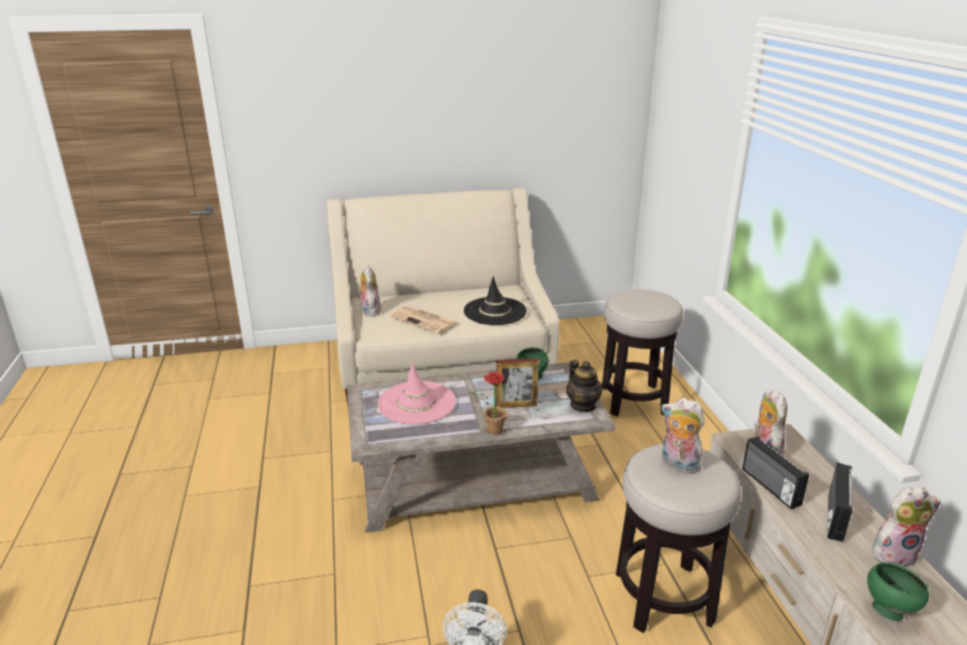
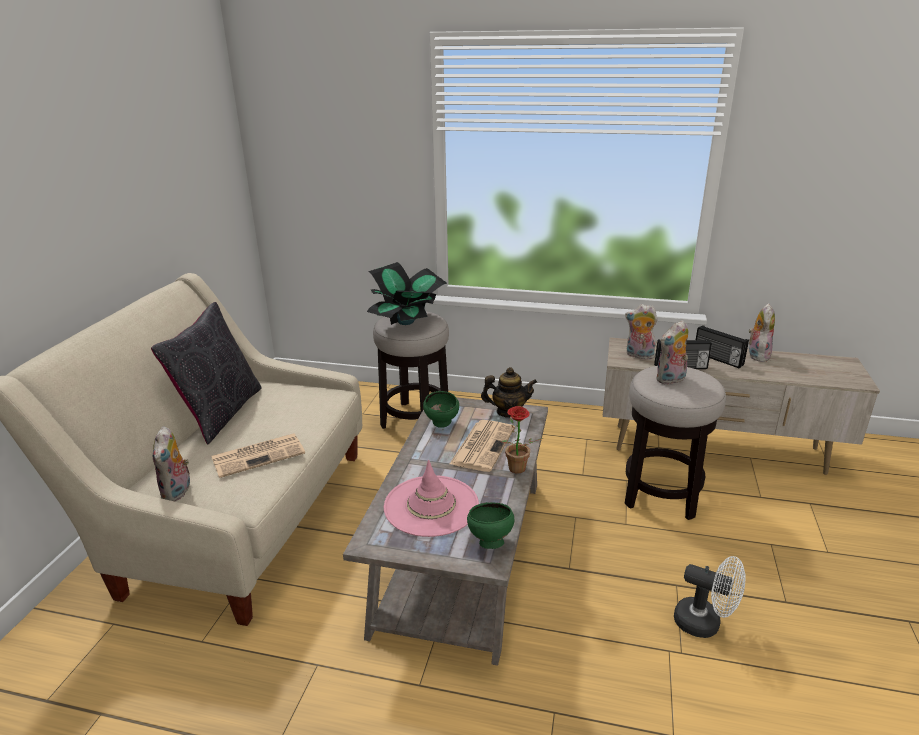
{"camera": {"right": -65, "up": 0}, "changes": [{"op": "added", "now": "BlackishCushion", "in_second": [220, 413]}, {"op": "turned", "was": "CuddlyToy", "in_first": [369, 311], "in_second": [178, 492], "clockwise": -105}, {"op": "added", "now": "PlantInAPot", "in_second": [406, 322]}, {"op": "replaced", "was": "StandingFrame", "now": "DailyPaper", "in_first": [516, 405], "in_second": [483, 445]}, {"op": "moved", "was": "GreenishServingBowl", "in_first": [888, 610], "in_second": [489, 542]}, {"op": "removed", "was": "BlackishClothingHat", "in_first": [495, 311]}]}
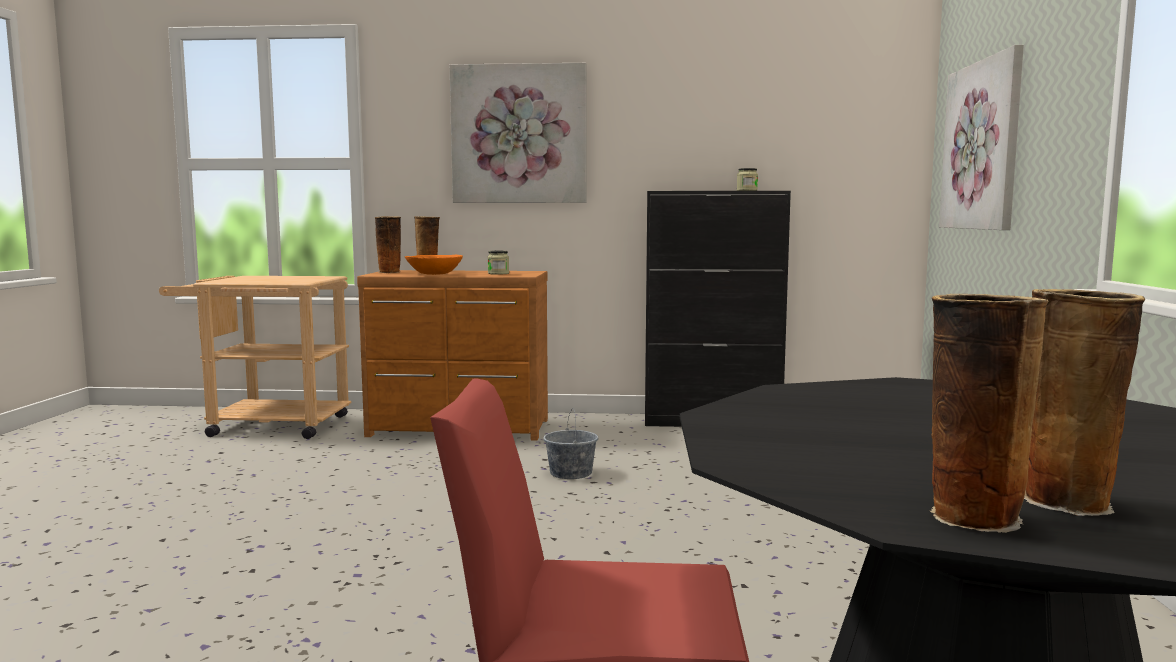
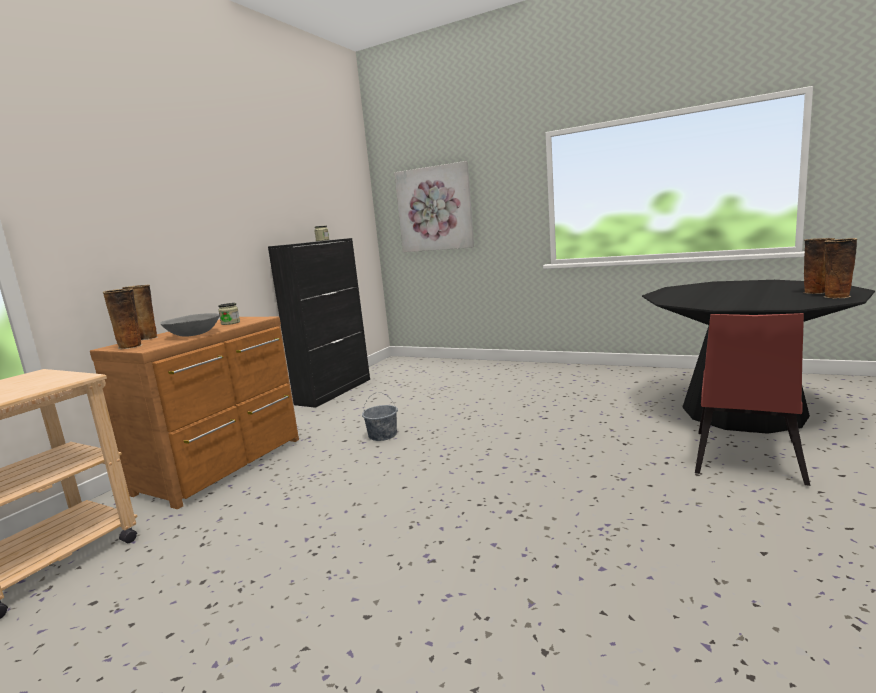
{"camera": {"right": -65, "up": 5}, "changes": [{"op": "recoloured", "was": "OrangeyServingBowl", "now": "GreyishServingBowl", "in_first": [434, 274], "in_second": [193, 335]}, {"op": "removed", "was": "Picture", "in_first": [519, 134]}]}
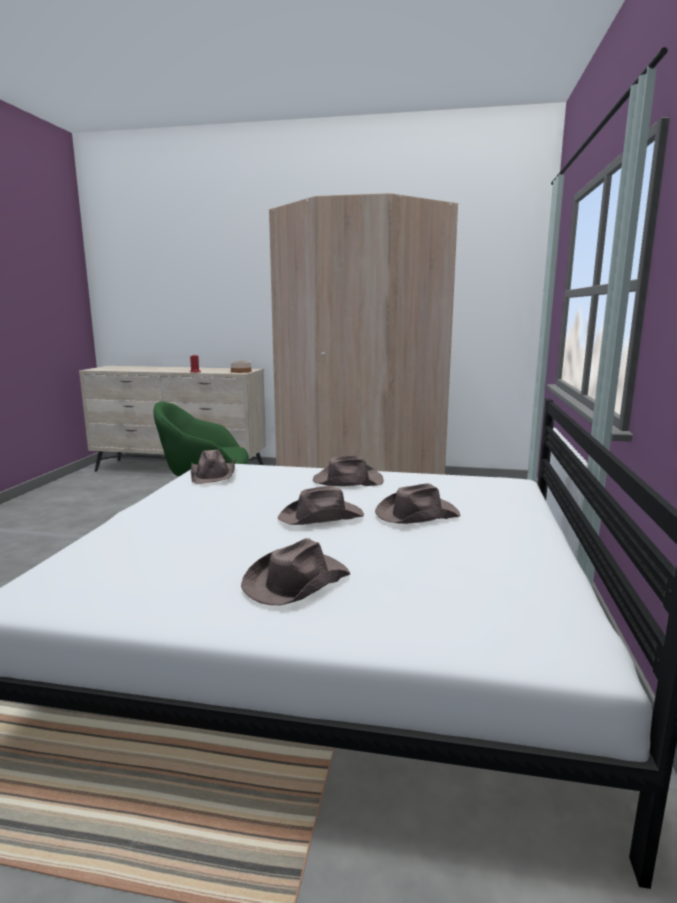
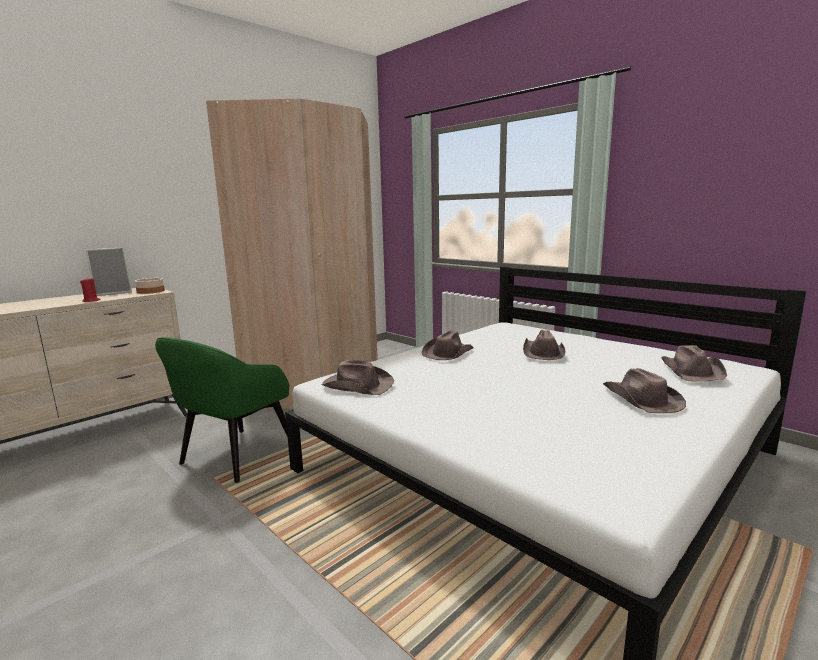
{"camera": {"right": -55, "up": 0}, "changes": [{"op": "added", "now": "StandingFrame", "in_second": [113, 293]}, {"op": "moved", "was": "BrownishClothingHat", "in_first": [322, 517], "in_second": [692, 371]}]}
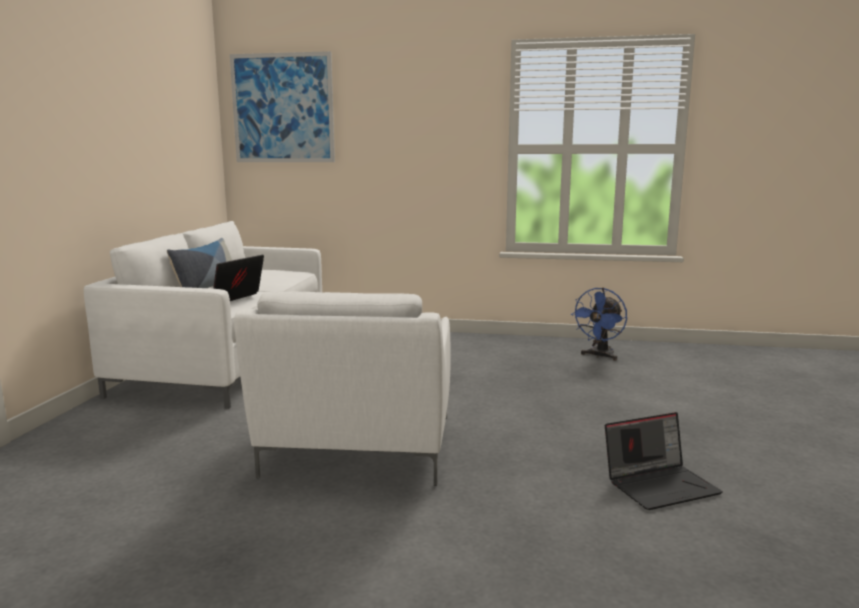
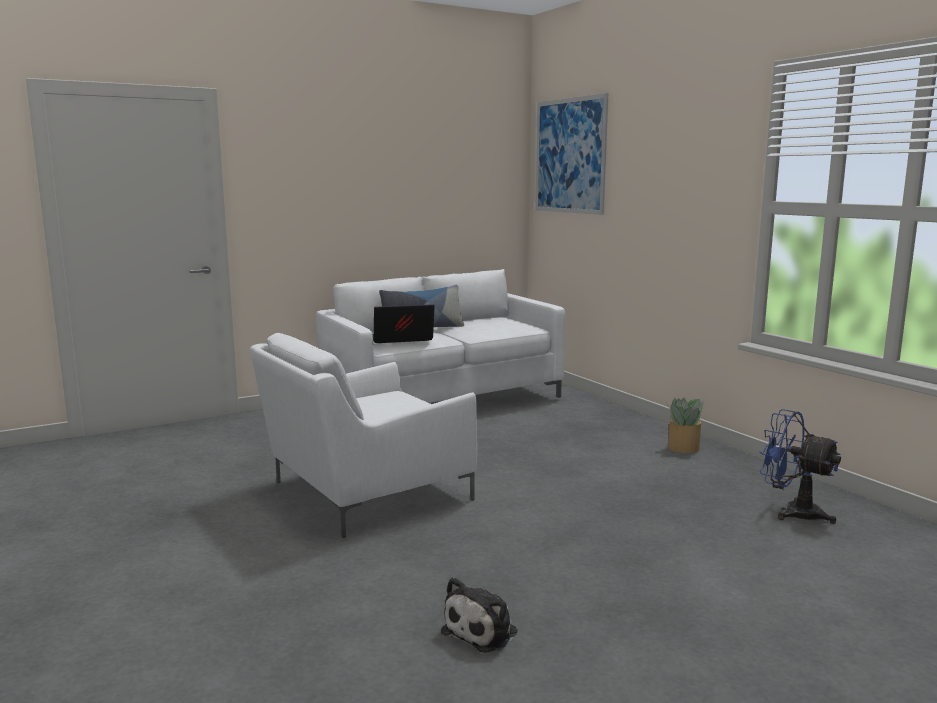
{"camera": {"right": 50, "up": 0}, "changes": [{"op": "replaced", "was": "PortableComputer", "now": "CuddlyToy", "in_first": [660, 484], "in_second": [483, 631]}, {"op": "added", "now": "PlantInAPot", "in_second": [682, 448]}, {"op": "turned", "was": "BlueColouredElectricFan", "in_first": [599, 356], "in_second": [792, 512], "clockwise": 45}]}
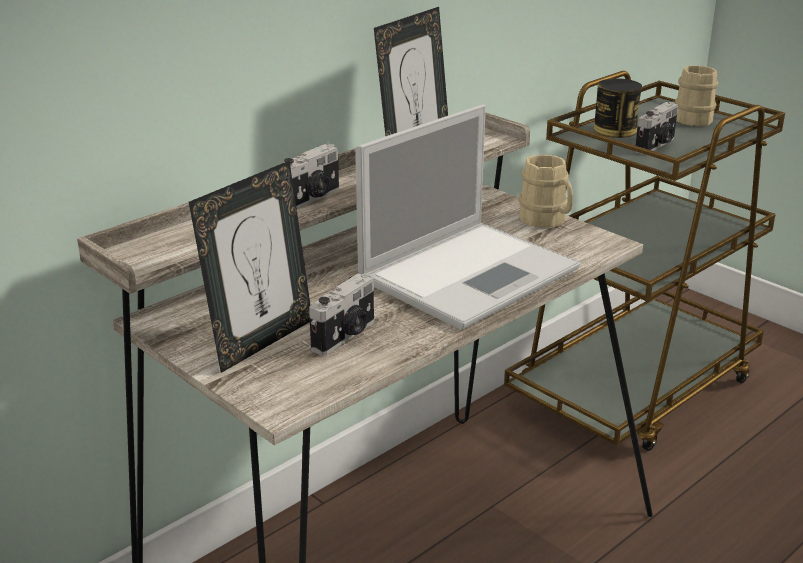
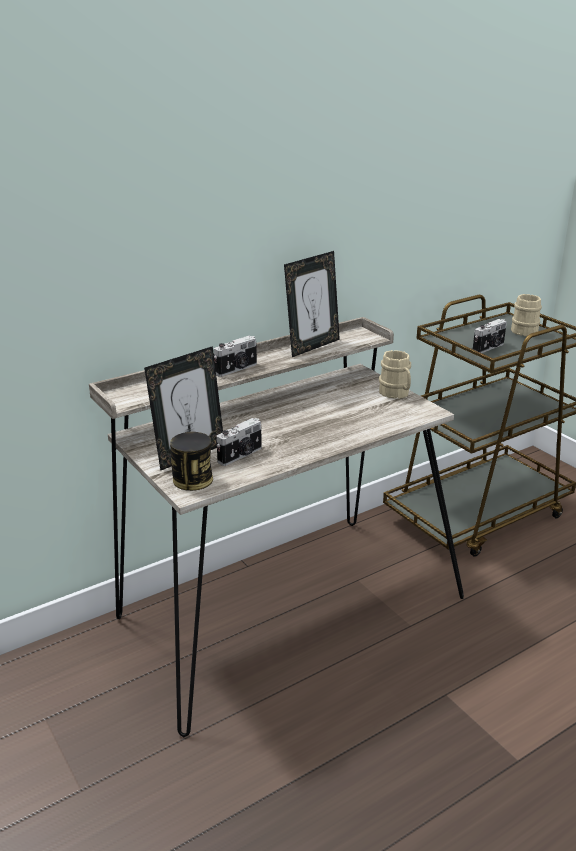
{"camera": {"right": 10, "up": 0}, "changes": [{"op": "moved", "was": "Can", "in_first": [615, 130], "in_second": [192, 480]}, {"op": "removed", "was": "PortableComputer", "in_first": [471, 272]}]}
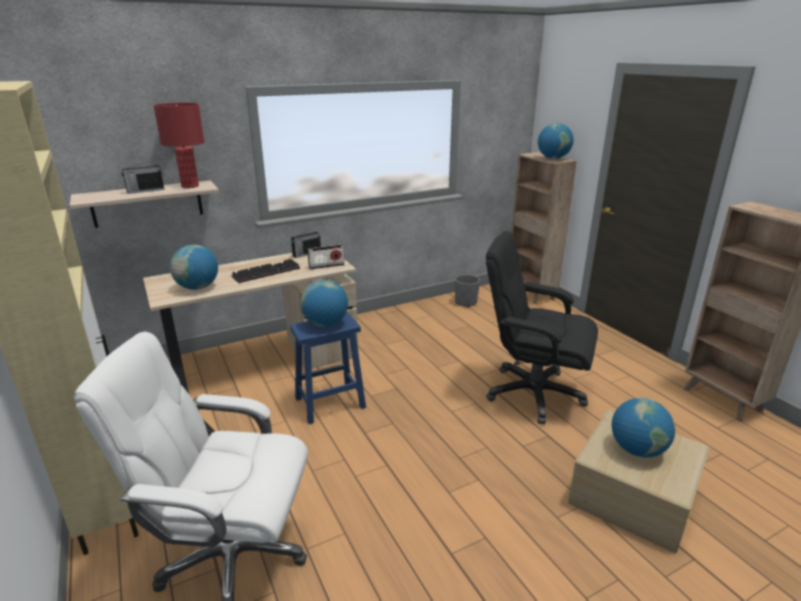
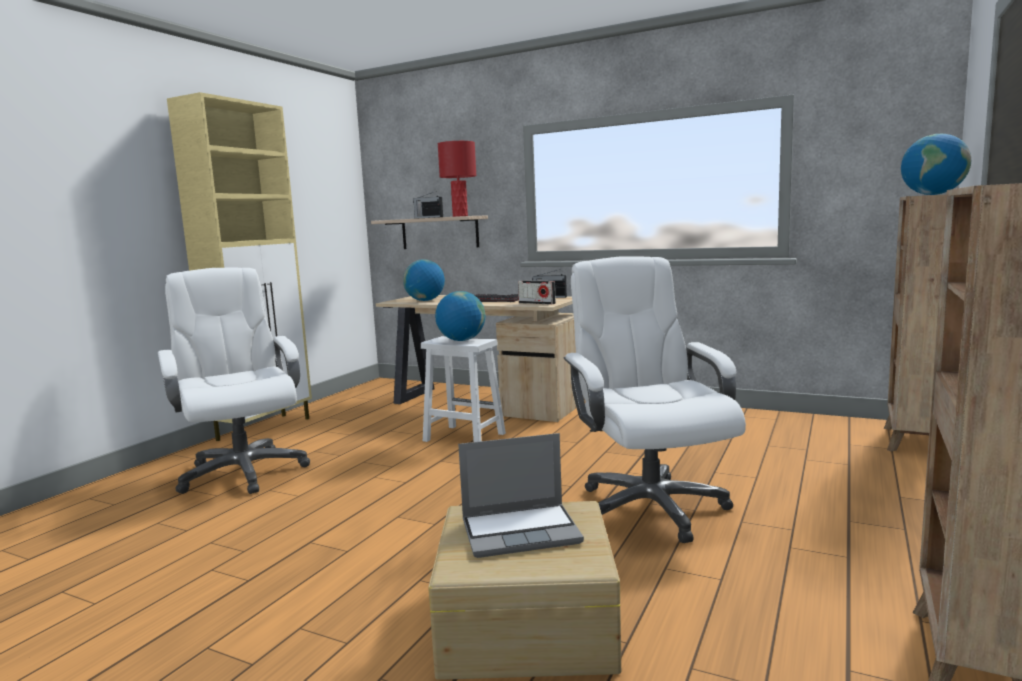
{"camera": {"right": 55, "up": -15}, "changes": [{"op": "recoloured", "was": "BlueColouredSittingStool", "now": "WhitishSittingStool", "in_first": [329, 403], "in_second": [463, 437]}, {"op": "replaced", "was": "WorldGlobe", "now": "PortableComputer", "in_first": [636, 449], "in_second": [521, 531]}, {"op": "recoloured", "was": "BlackishDeskChair", "now": "WhitishDeskChair", "in_first": [533, 393], "in_second": [650, 507]}, {"op": "removed", "was": "GreyishFlowerPot", "in_first": [465, 302]}]}
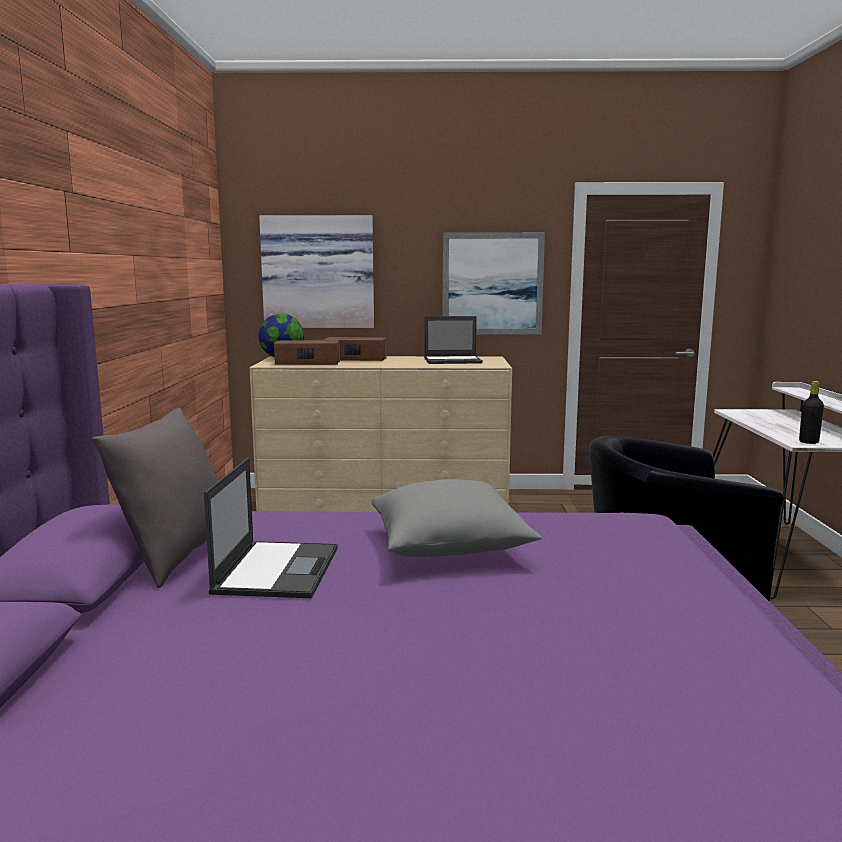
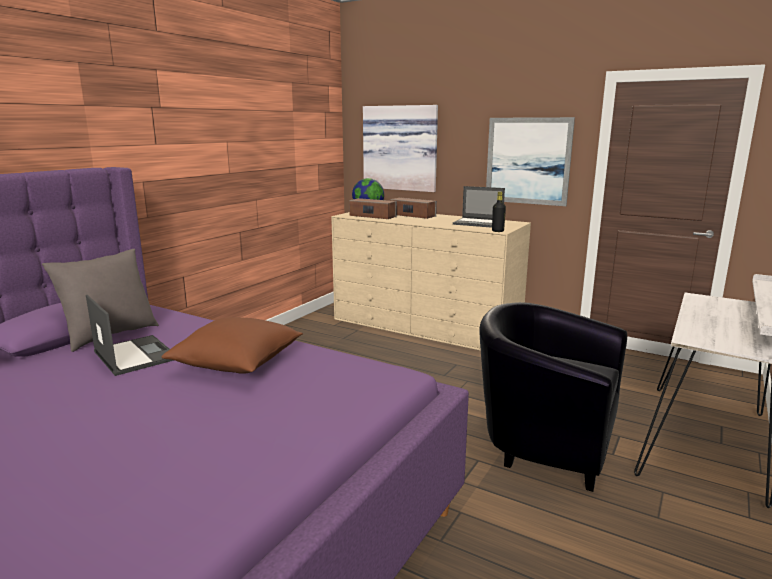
{"camera": {"right": 30, "up": 5}, "changes": [{"op": "turned", "was": "PortableComputer", "in_first": [277, 569], "in_second": [134, 355], "clockwise": -75}, {"op": "recoloured", "was": "GreyishCushion", "now": "BrownishCushion", "in_first": [449, 548], "in_second": [238, 364]}, {"op": "moved", "was": "BlackishBeverageBottle", "in_first": [808, 442], "in_second": [497, 231]}]}
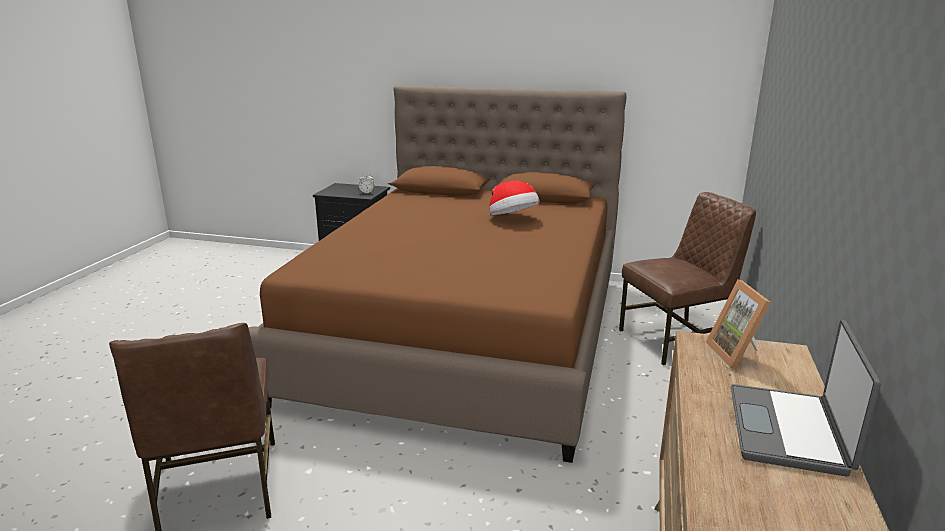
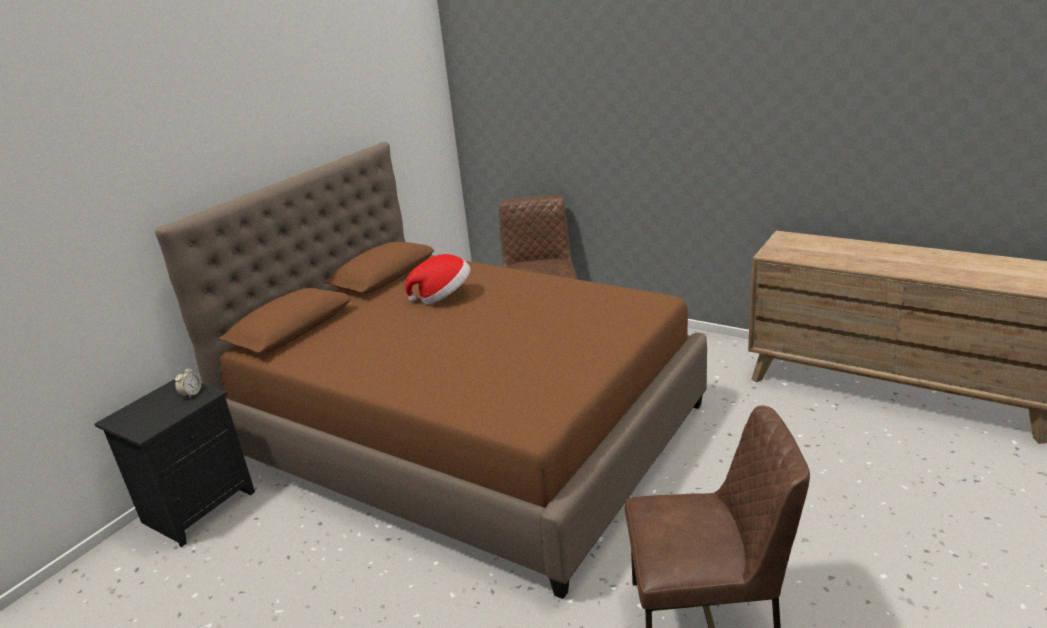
{"camera": {"right": -70, "up": 5}, "changes": [{"op": "removed", "was": "StandingFrame", "in_first": [738, 354]}, {"op": "removed", "was": "PortableComputer", "in_first": [790, 430]}]}
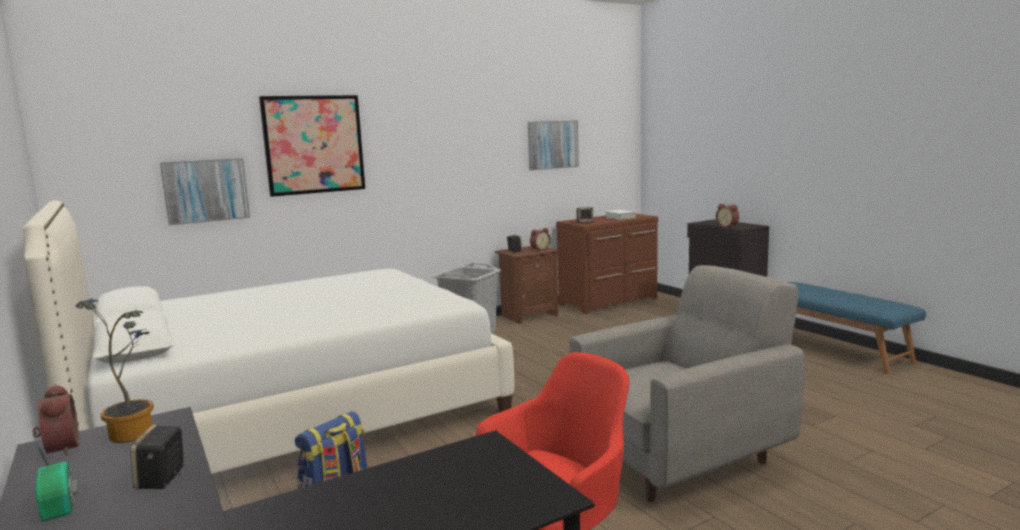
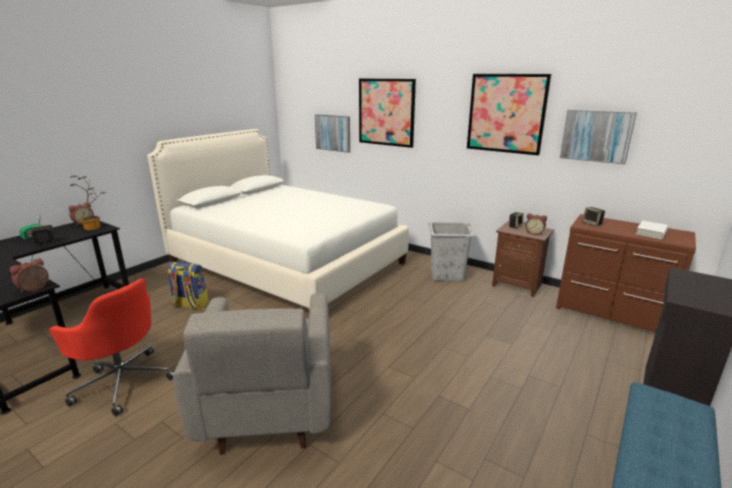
{"camera": {"right": 65, "up": 10}, "changes": [{"op": "moved", "was": "BedsideClock", "in_first": [728, 226], "in_second": [35, 289]}, {"op": "turned", "was": "GreyishLoungeChair", "in_first": [683, 458], "in_second": [268, 410], "clockwise": 45}, {"op": "added", "now": "Picture", "in_second": [506, 113]}]}
